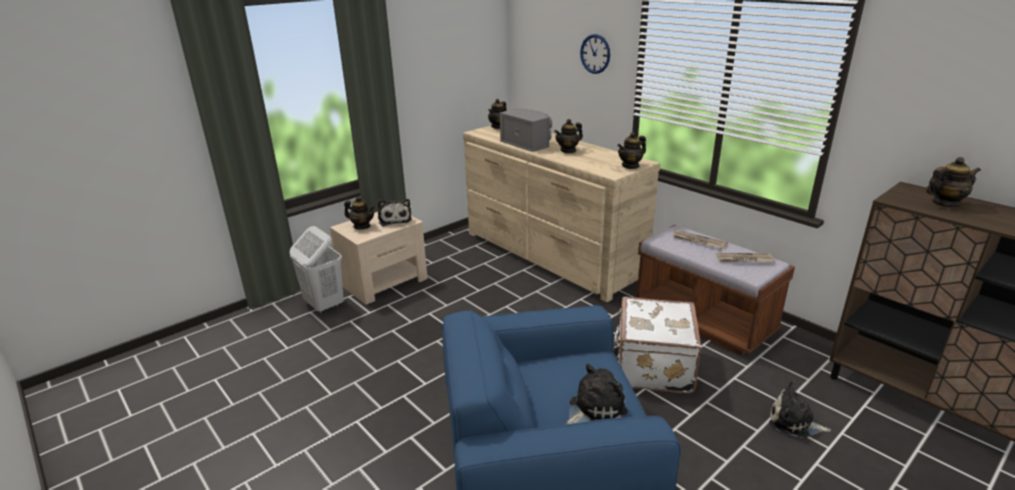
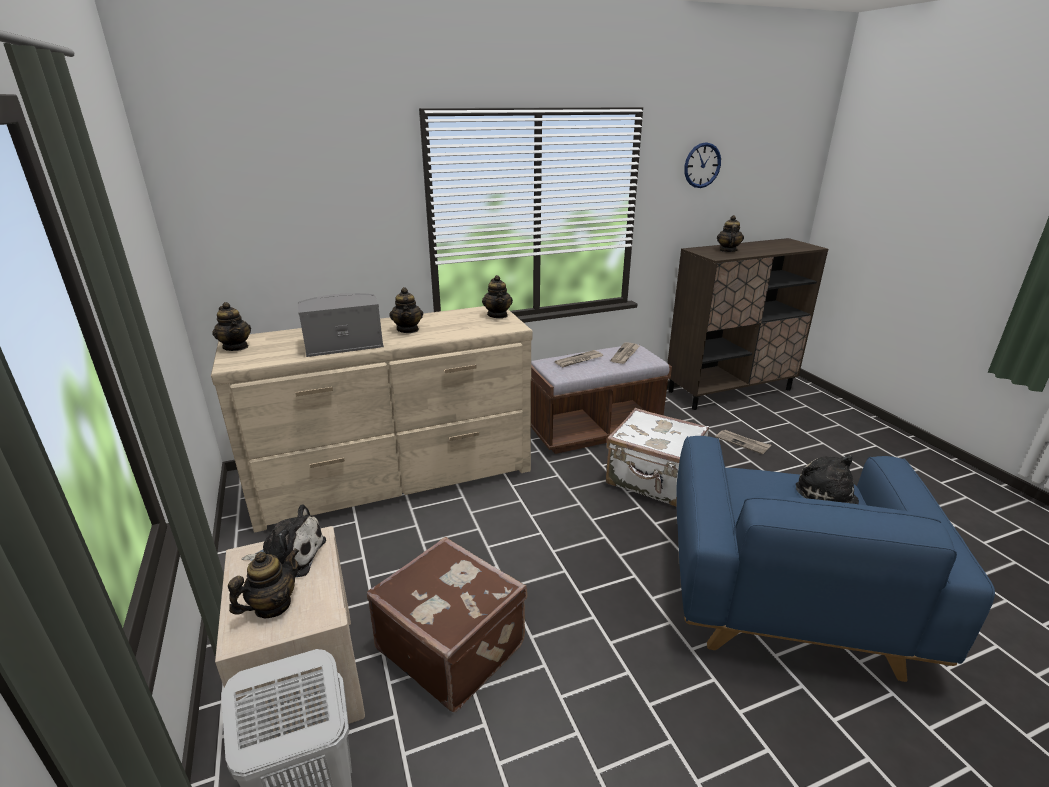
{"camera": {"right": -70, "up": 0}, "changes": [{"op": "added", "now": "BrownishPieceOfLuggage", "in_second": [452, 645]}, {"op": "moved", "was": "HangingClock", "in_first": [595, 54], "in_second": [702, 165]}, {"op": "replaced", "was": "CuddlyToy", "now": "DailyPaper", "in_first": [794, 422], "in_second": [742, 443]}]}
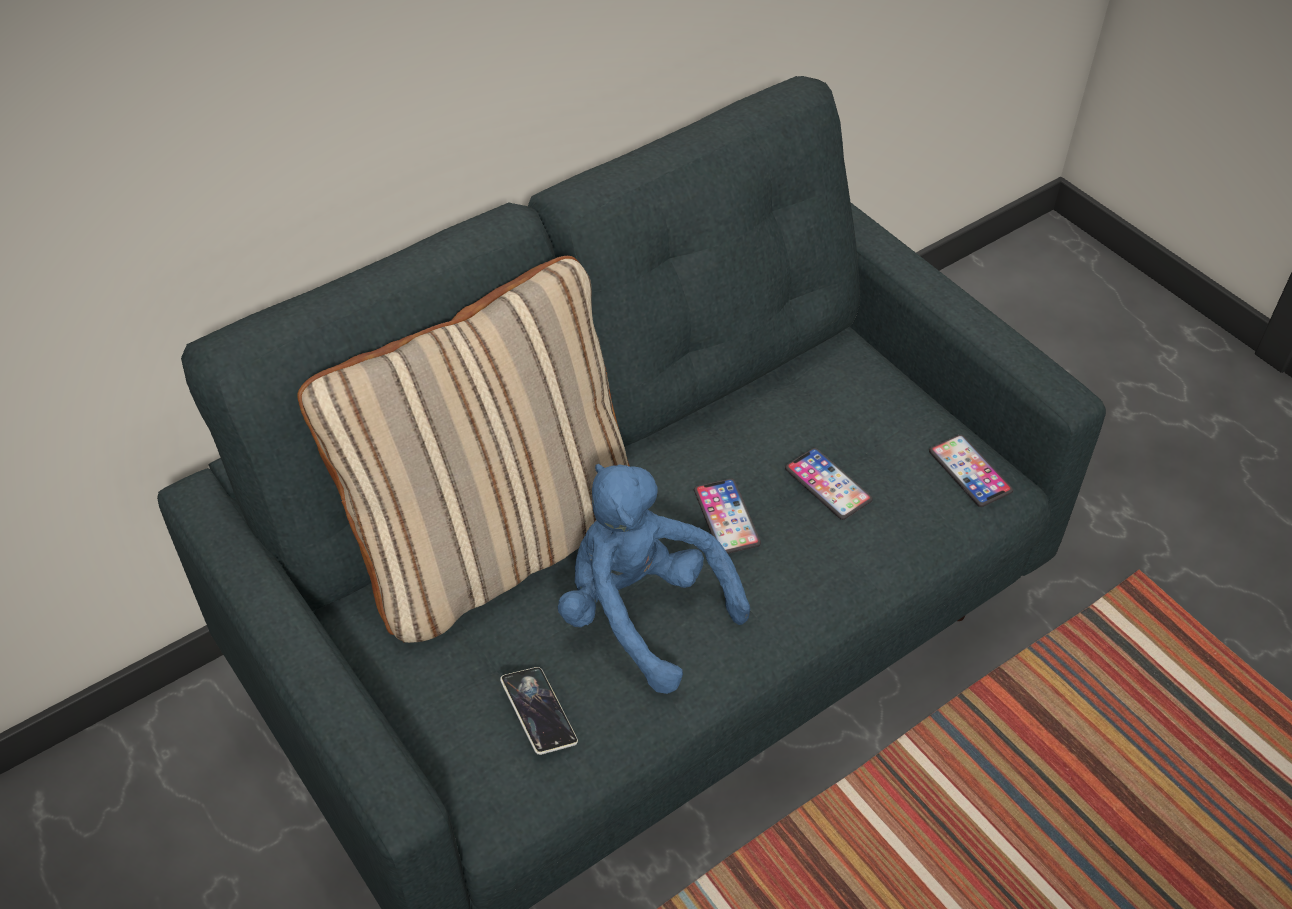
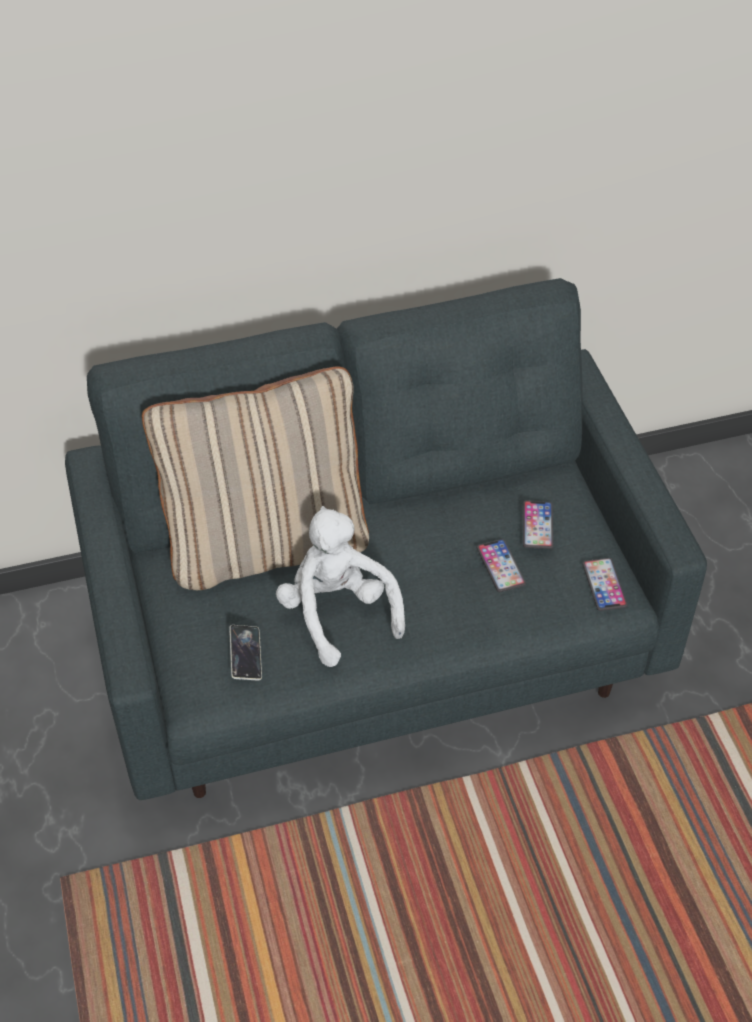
{"camera": {"right": 20, "up": 0}, "changes": [{"op": "recoloured", "was": "BlueColouredCuddlyToy", "now": "WhitishCuddlyToy", "in_first": [641, 613], "in_second": [337, 613]}, {"op": "moved", "was": "Phone", "in_first": [726, 517], "in_second": [537, 525]}]}
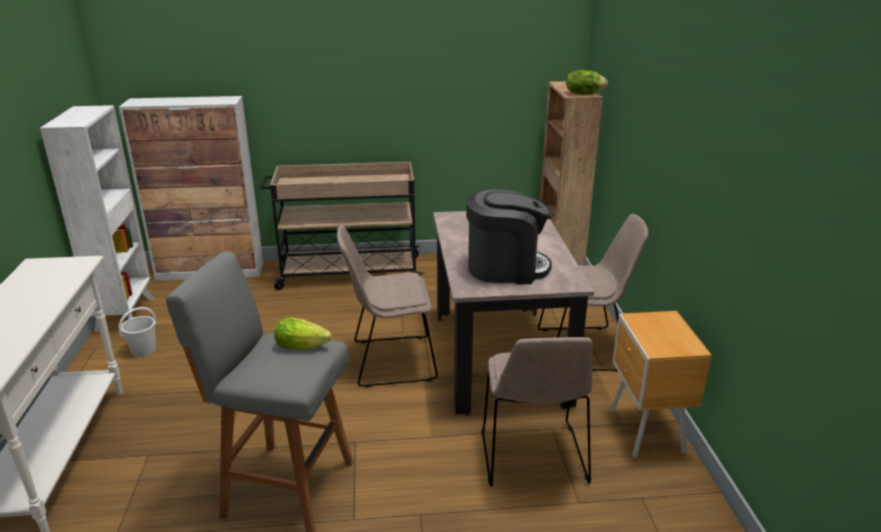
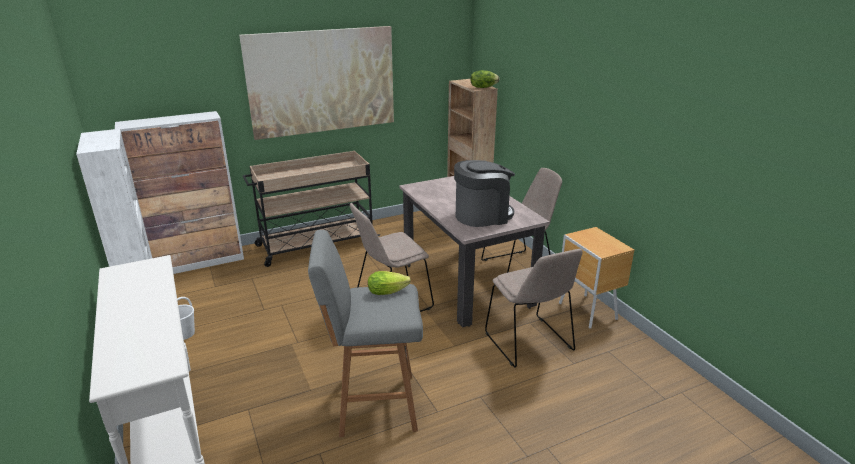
{"camera": {"right": -20, "up": 0}, "changes": [{"op": "added", "now": "Picture", "in_second": [322, 81]}]}
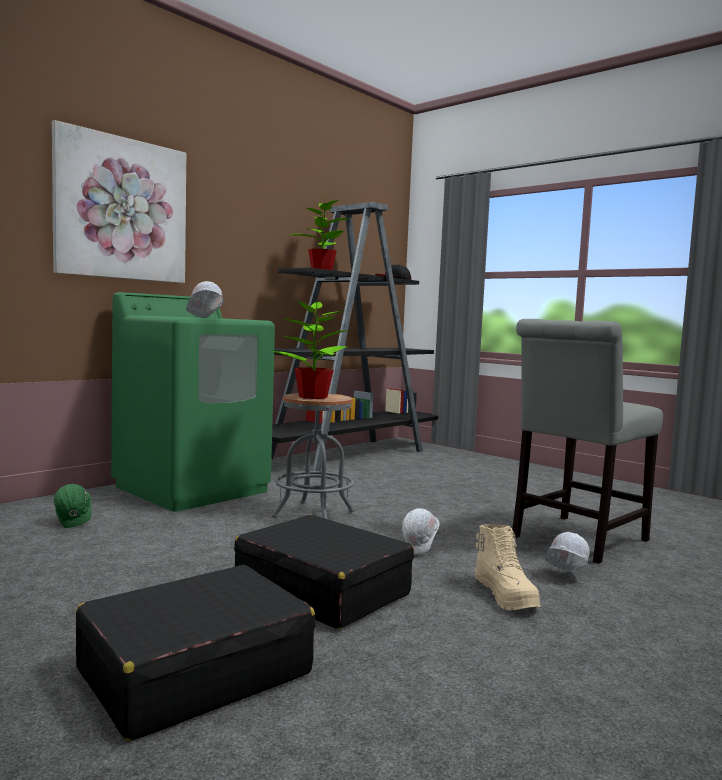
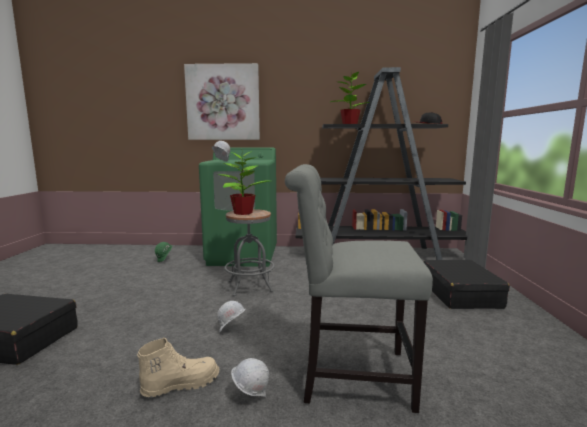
{"camera": {"right": 50, "up": 5}, "changes": [{"op": "turned", "was": "SandColouredBoot", "in_first": [506, 596], "in_second": [181, 384], "clockwise": -150}, {"op": "moved", "was": "BlackishPieceOfLuggage", "in_first": [322, 590], "in_second": [460, 294]}]}
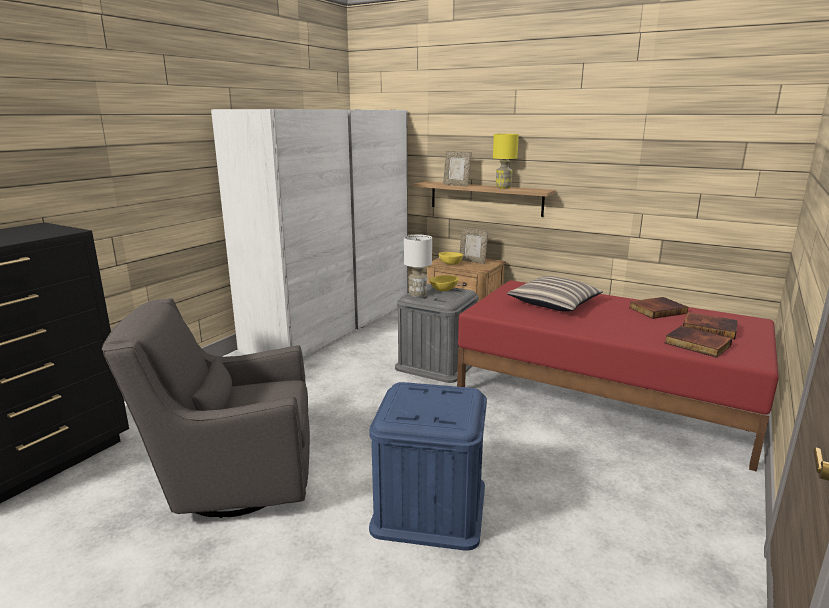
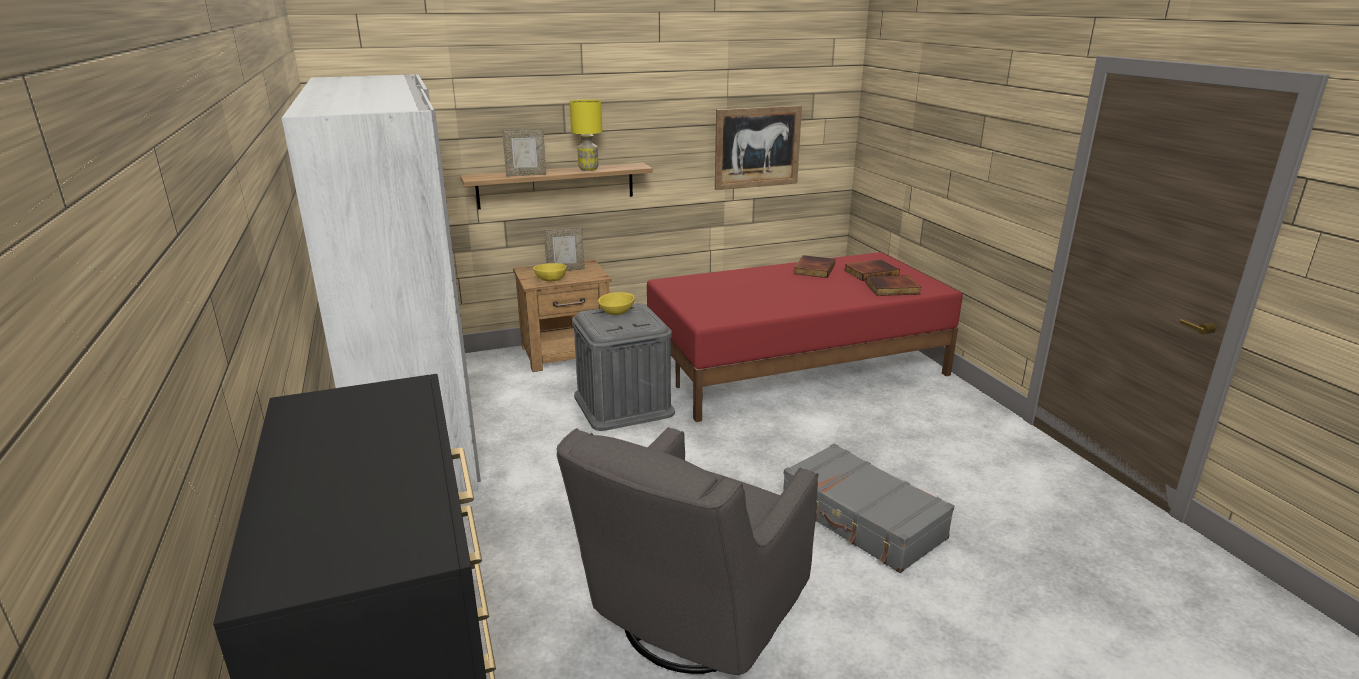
{"camera": {"right": -50, "up": 5}, "changes": [{"op": "added", "now": "Picture", "in_second": [757, 147]}, {"op": "replaced", "was": "BlueColouredStorageBox", "now": "GreyishPieceOfLuggage", "in_first": [430, 507], "in_second": [861, 520]}, {"op": "removed", "was": "WhitishTabletopLamp", "in_first": [418, 295]}, {"op": "removed", "was": "Cushion", "in_first": [554, 303]}]}
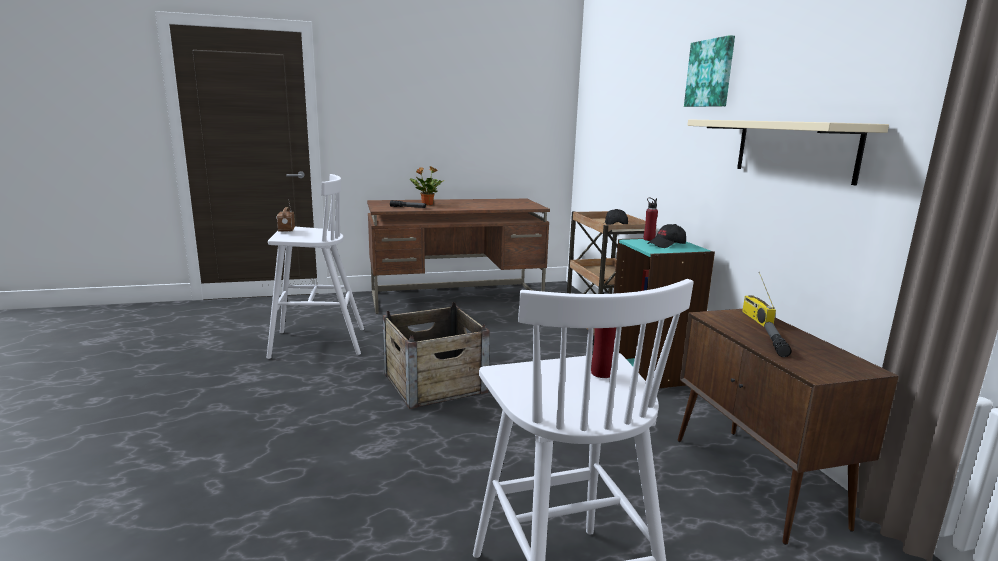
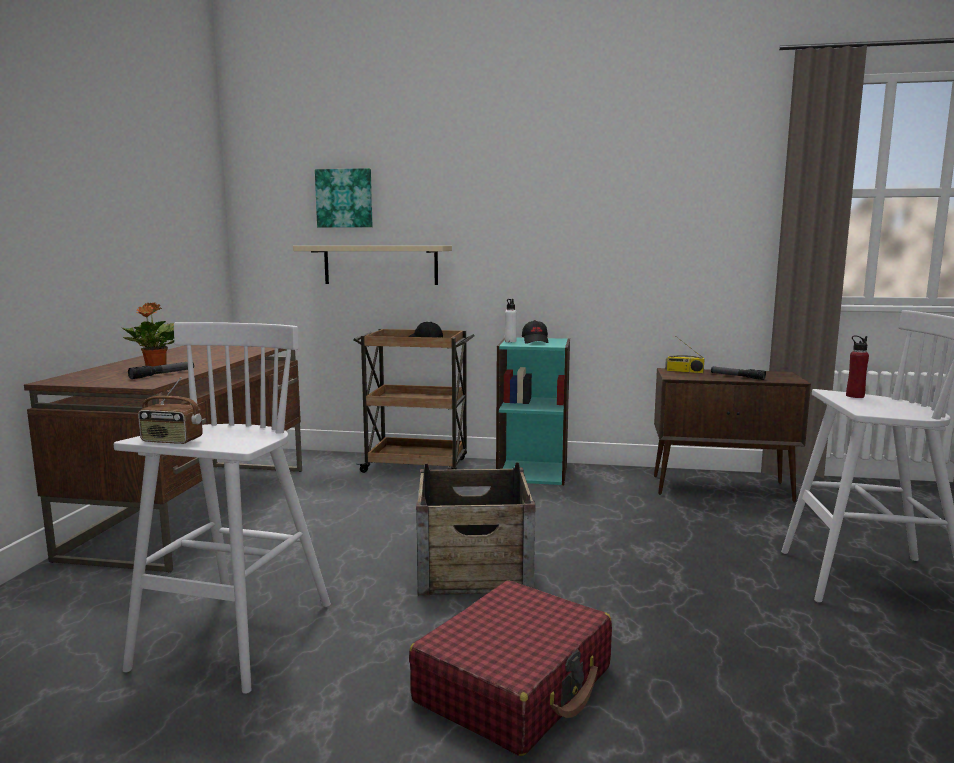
{"camera": {"right": -65, "up": -5}, "changes": [{"op": "moved", "was": "SandColouredBracketShelf", "in_first": [794, 149], "in_second": [380, 265]}, {"op": "moved", "was": "Picture", "in_first": [710, 73], "in_second": [344, 198]}, {"op": "added", "now": "RedColouredPieceOfLuggage", "in_second": [515, 685]}, {"op": "recoloured", "was": "RedColouredBeverageBottle", "now": "WhitishBeverageBottle", "in_first": [649, 239], "in_second": [510, 341]}]}
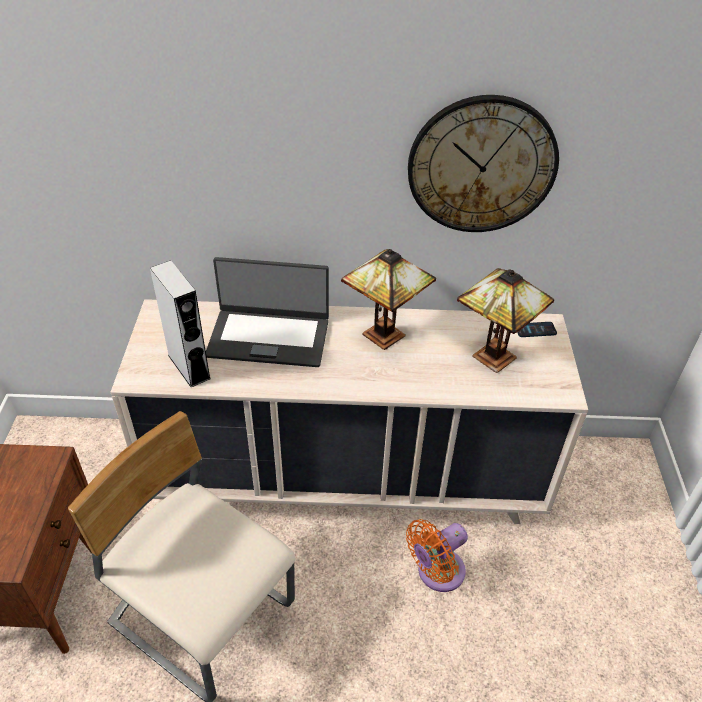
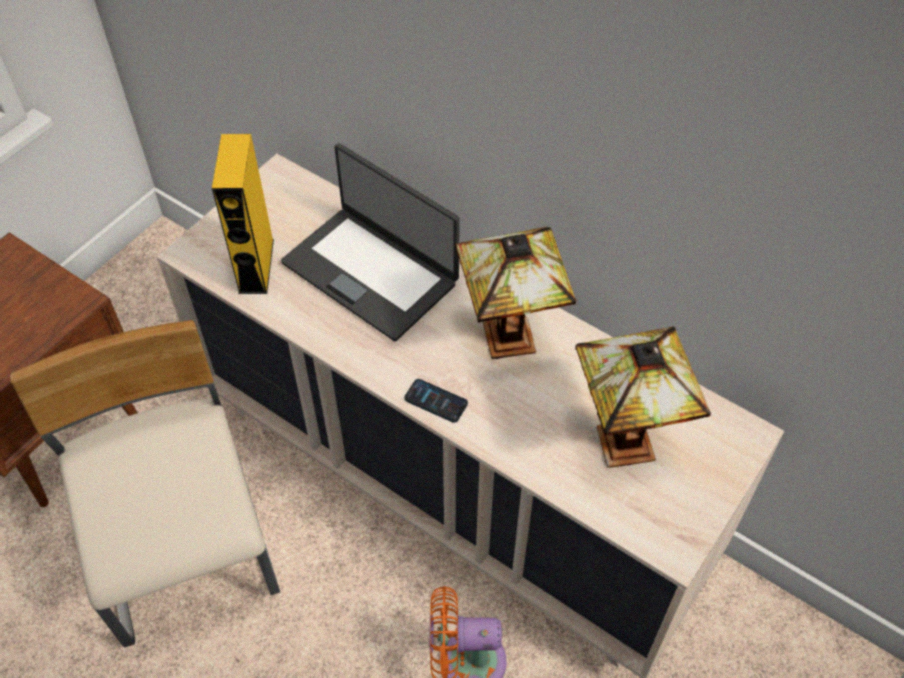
{"camera": {"right": 35, "up": 10}, "changes": [{"op": "recoloured", "was": "GreyishSpeaker", "now": "YellowishSpeaker", "in_first": [189, 366], "in_second": [256, 266]}, {"op": "moved", "was": "Phone", "in_first": [535, 330], "in_second": [436, 401]}, {"op": "removed", "was": "HangingClock", "in_first": [481, 165]}]}
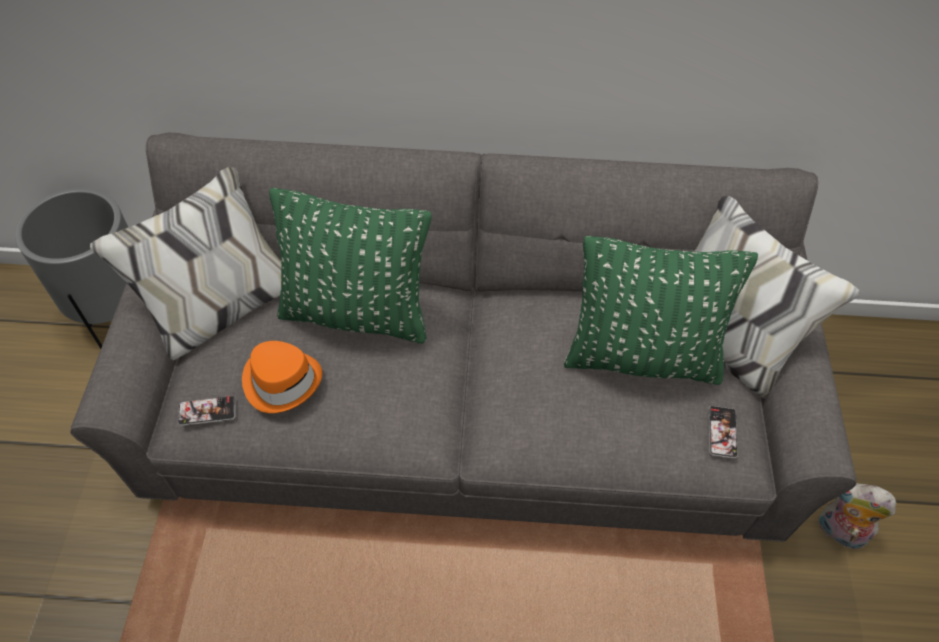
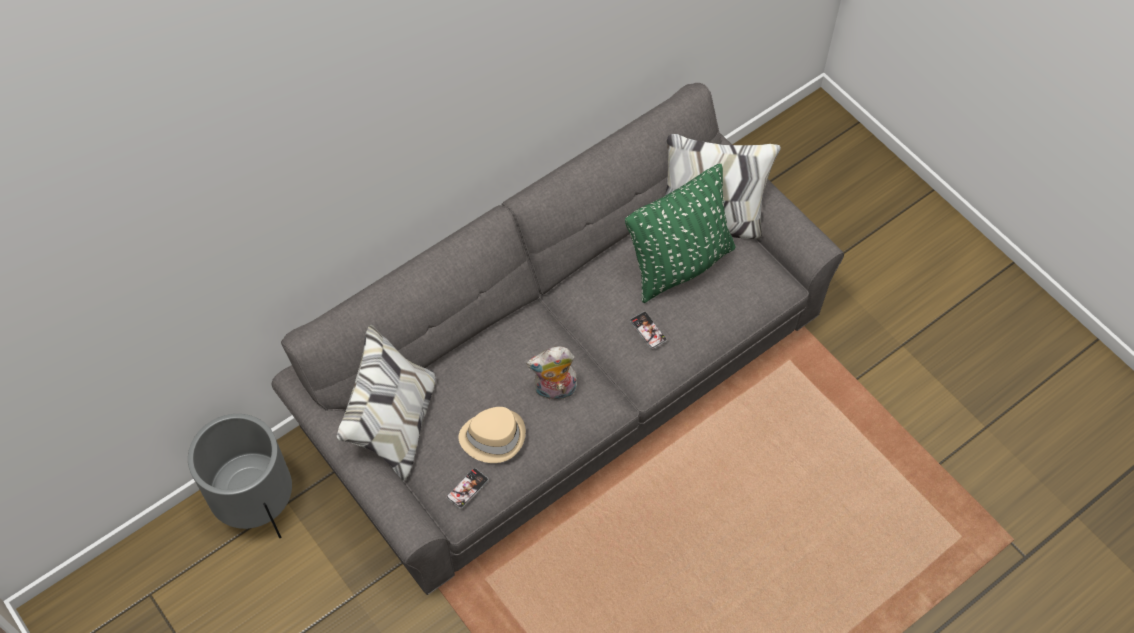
{"camera": {"right": -40, "up": 5}, "changes": [{"op": "recoloured", "was": "OrangeyClothingHat", "now": "SandColouredClothingHat", "in_first": [282, 380], "in_second": [493, 436]}, {"op": "moved", "was": "CuddlyToy", "in_first": [838, 532], "in_second": [554, 391]}, {"op": "moved", "was": "Phone", "in_first": [722, 432], "in_second": [648, 330]}, {"op": "removed", "was": "GreenishCushion", "in_first": [356, 313]}]}
